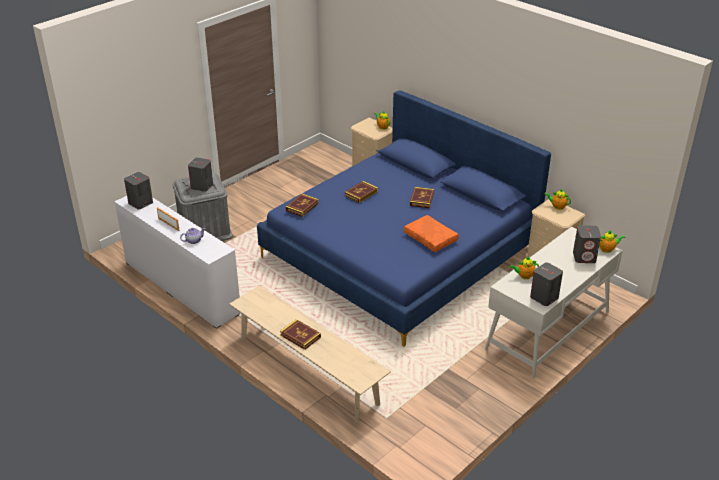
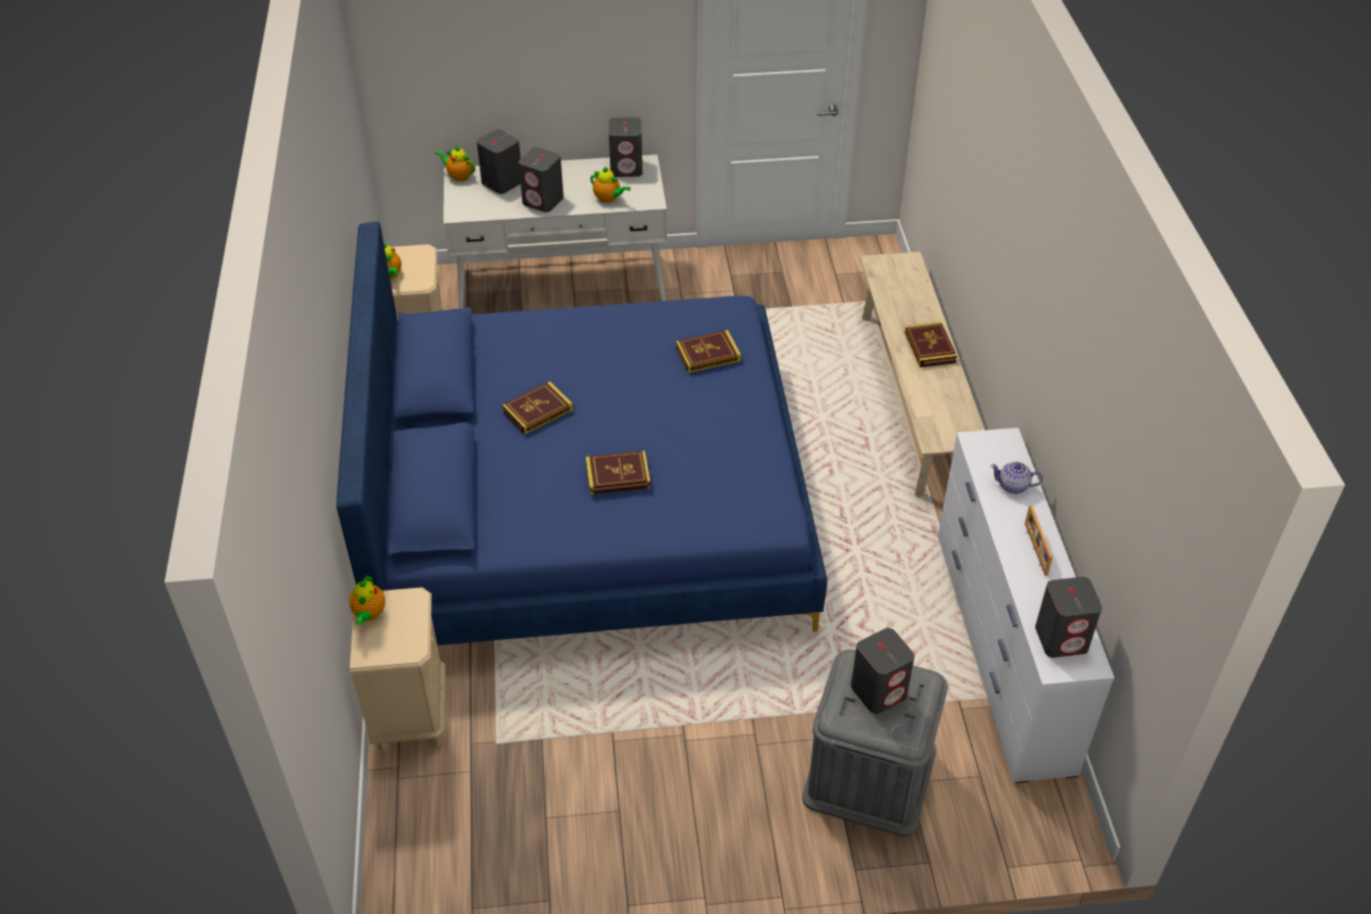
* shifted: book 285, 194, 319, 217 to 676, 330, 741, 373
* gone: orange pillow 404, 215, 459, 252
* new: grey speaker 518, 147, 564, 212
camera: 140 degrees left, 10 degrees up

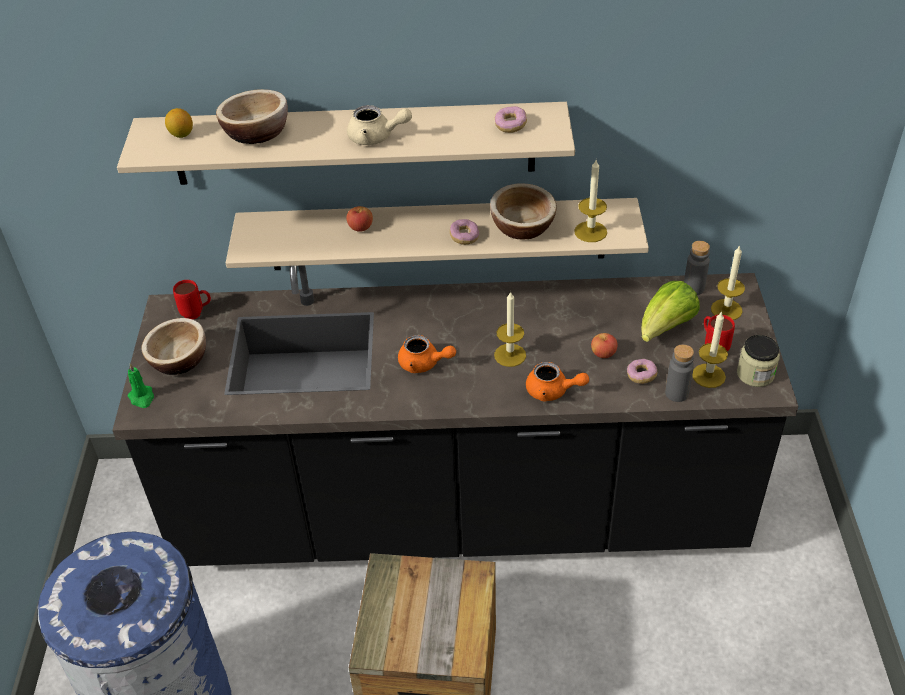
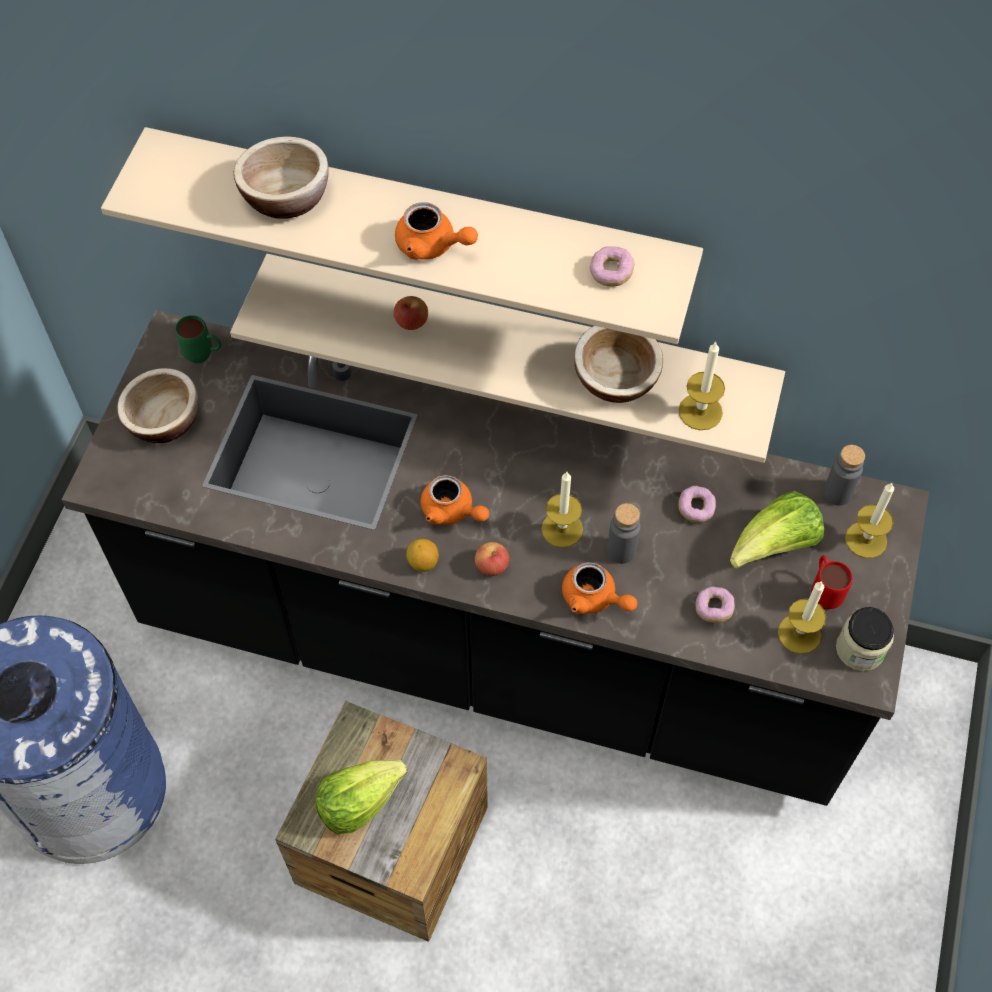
* gone: green candle 127, 363, 154, 408
* shifted: lemon 165, 108, 193, 138 to 406, 539, 439, 572
* repainted: red mug 173, 280, 211, 319 to green mug 175, 315, 221, 363
* repainted: beige teapot 347, 105, 412, 145 to orange teapot 395, 202, 478, 260
* shifted: donut 450, 219, 479, 245 to 678, 486, 716, 523
* shifted: apple 591, 333, 618, 358 to 475, 542, 509, 576
* shifted: grey bottle 665, 344, 694, 402 to 607, 503, 641, 564
* new: lettuce 316, 760, 407, 834
camera: 15 degrees right, 15 degrees up

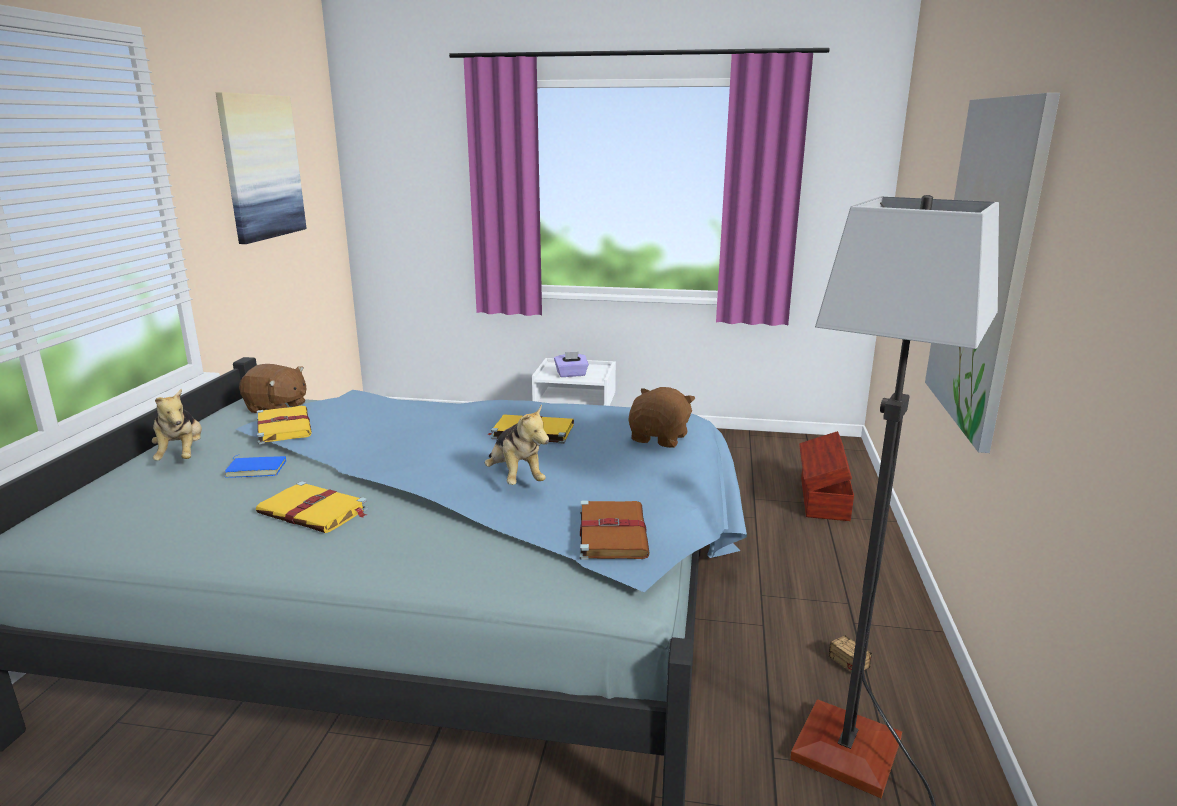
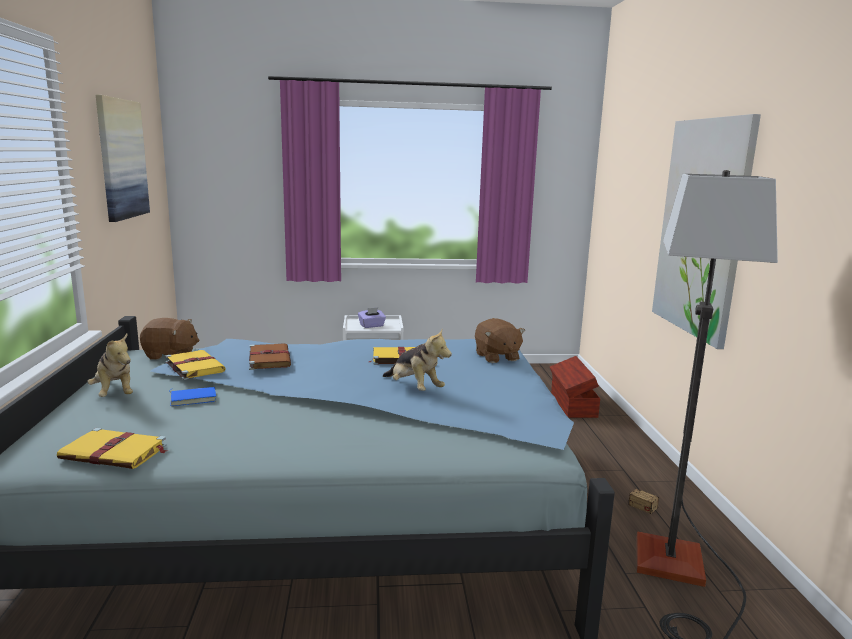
* shifted: yellow book 256, 481, 368, 533 to 57, 428, 167, 469
* shifted: brown book 580, 500, 650, 560 to 249, 343, 291, 370
* rotated: brown plush toy 629, 387, 695, 448 = 475, 318, 525, 363 150 degrees clockwise
camera: 15 degrees left, 5 degrees down

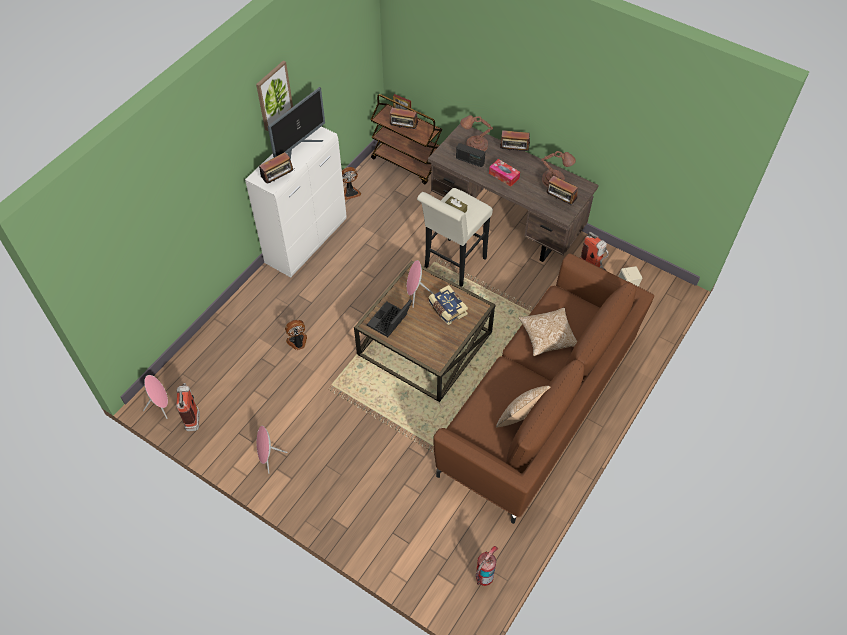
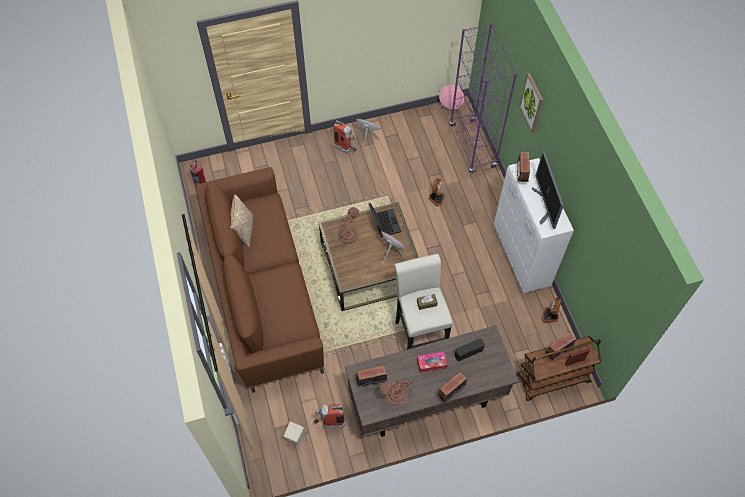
* shifted: fire extinguisher 176, 383, 200, 431 to 334, 120, 357, 154
* shifted: picture 256, 61, 293, 131 to 519, 73, 543, 132
* gone: book 428, 285, 468, 325
* shifted: brown table lamp 460, 115, 493, 151 to 339, 207, 359, 245
* gone: pillow 518, 308, 577, 356
* new: purple bookcase 450, 23, 517, 173
camera: 130 degrees right, 5 degrees up

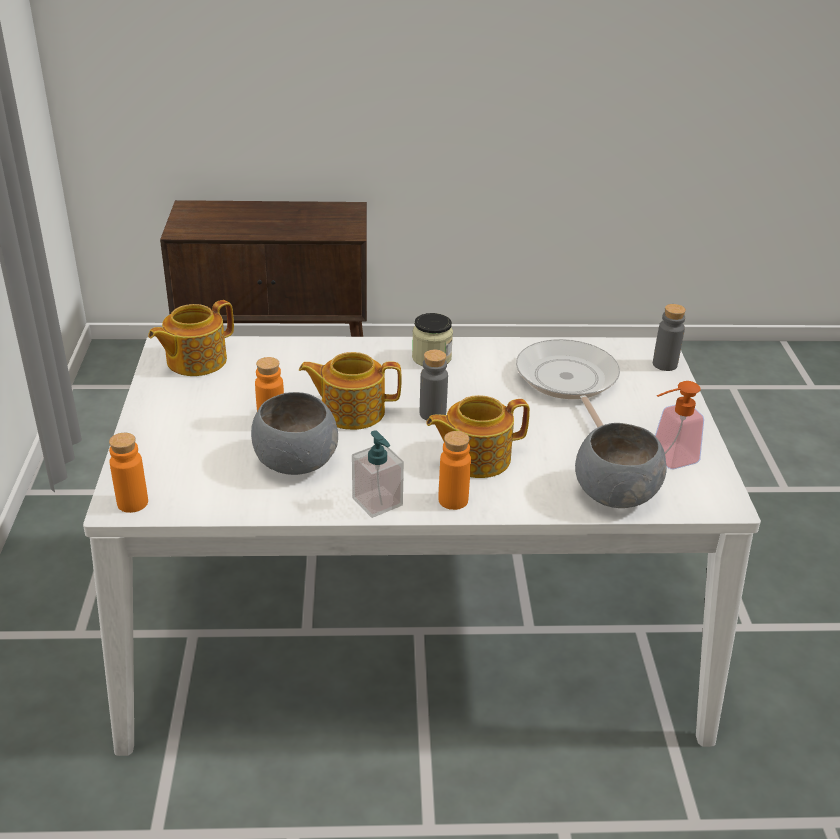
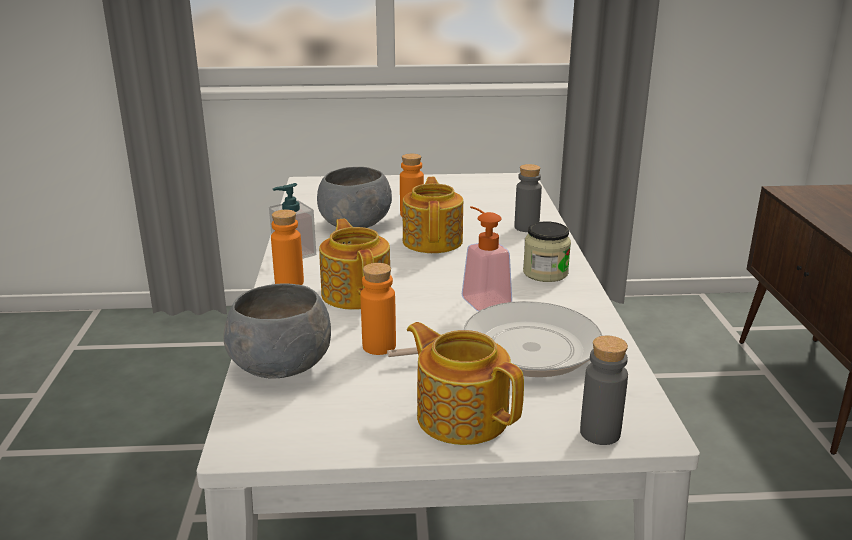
* shifted: orange bottle 109, 433, 148, 513 to 360, 263, 396, 355
* shifted: teapot 148, 300, 234, 376 to 407, 322, 524, 445
* shifted: grey bottle 420, 350, 448, 420 to 514, 164, 542, 232
* shifted: soap dispenser 655, 381, 704, 469 to 462, 206, 512, 311
camera: 90 degrees right, 10 degrees down

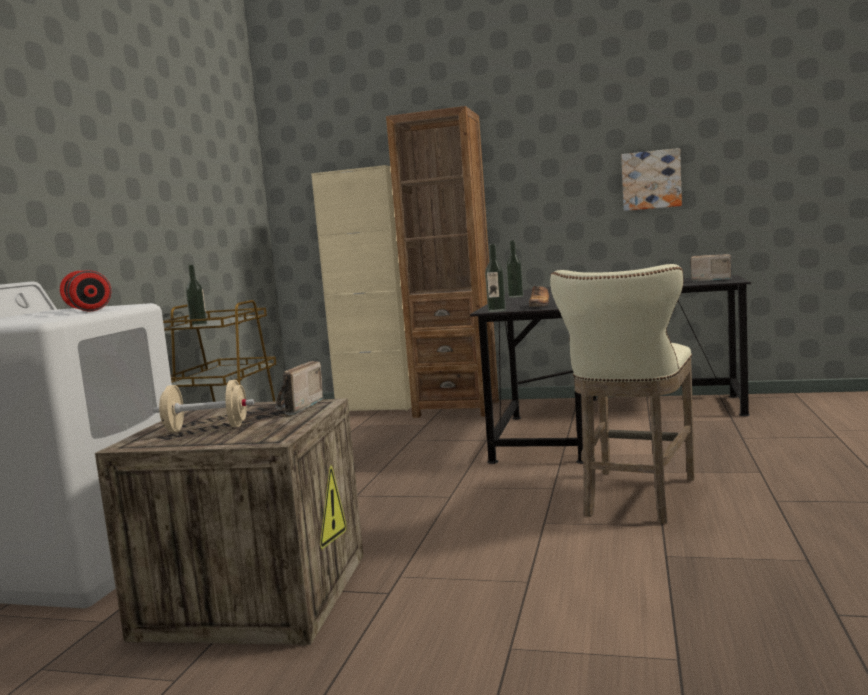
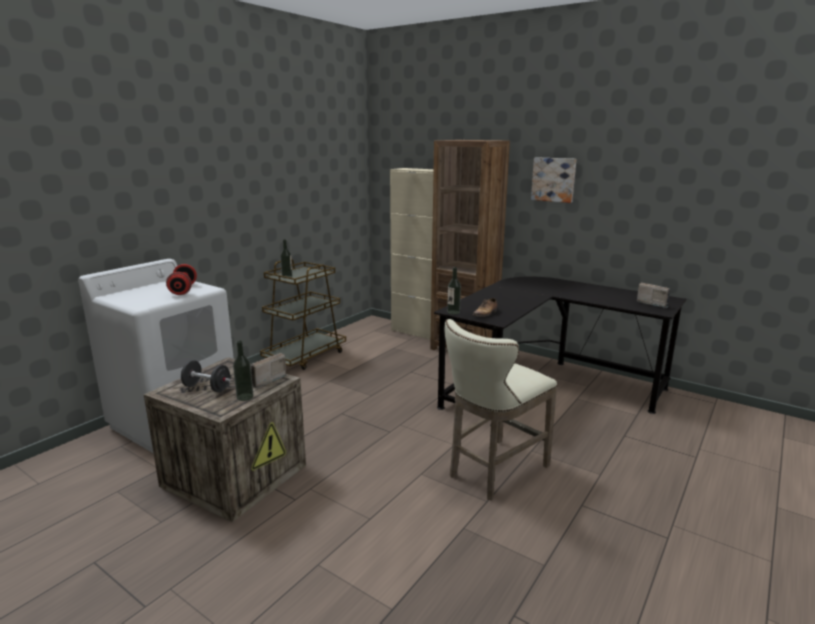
* repainted: beige dumbbell 153, 380, 254, 433 to black dumbbell 181, 360, 230, 392
* shifted: bottle 506, 240, 524, 298 to 233, 341, 254, 401
* shifted: picture 621, 148, 682, 211 to 531, 157, 577, 203
camera: 20 degrees right, 10 degrees up

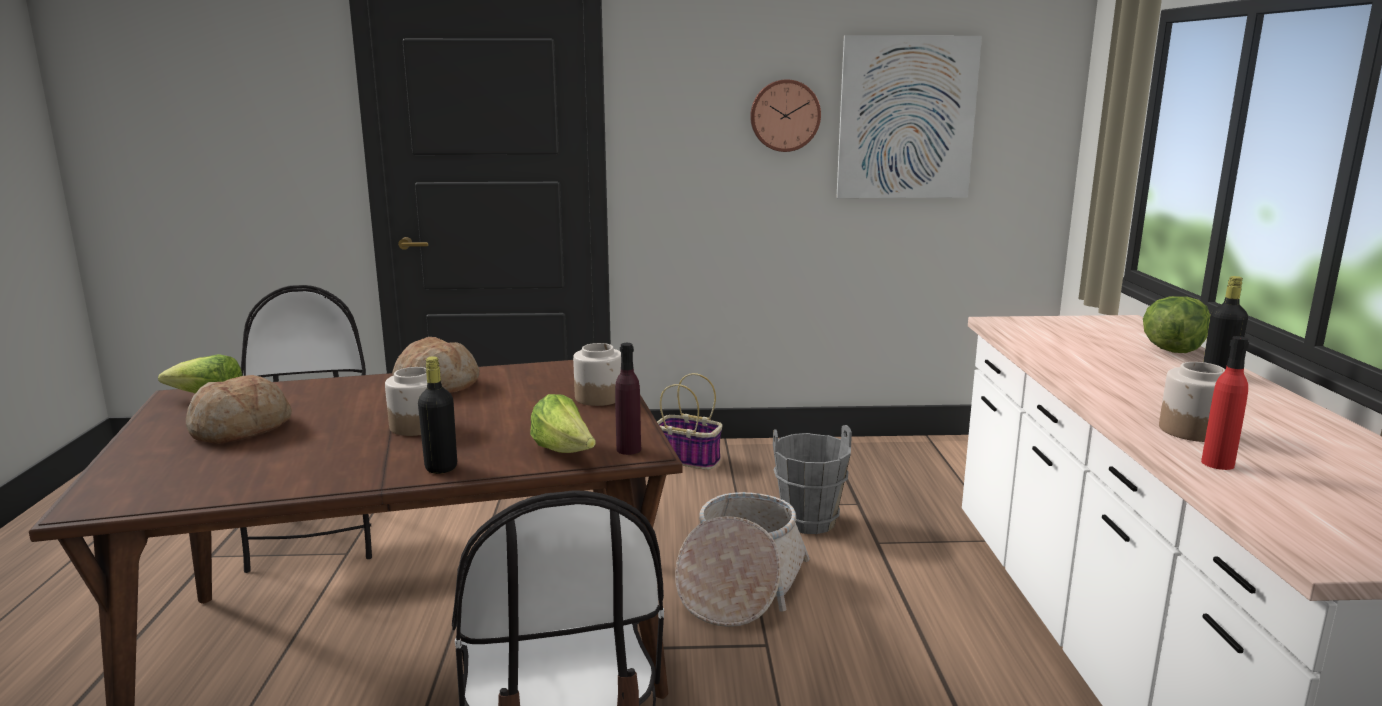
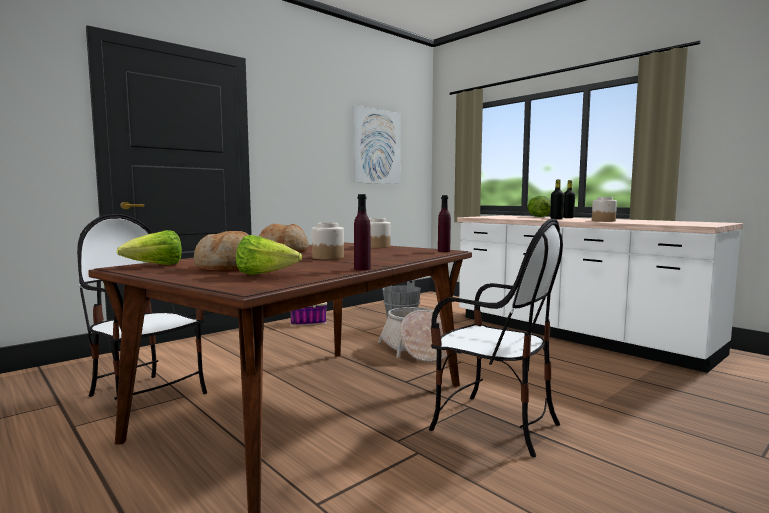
* shifted: black bottle 418, 356, 457, 474 to 550, 179, 564, 219
* shifted: lettuce 530, 394, 596, 453 to 236, 235, 302, 275
* gone: wall clock 750, 79, 821, 152
* gone: red bottle 1201, 336, 1249, 470
* new: purple bottle 354, 194, 371, 271
camera: 40 degrees left, 10 degrees down

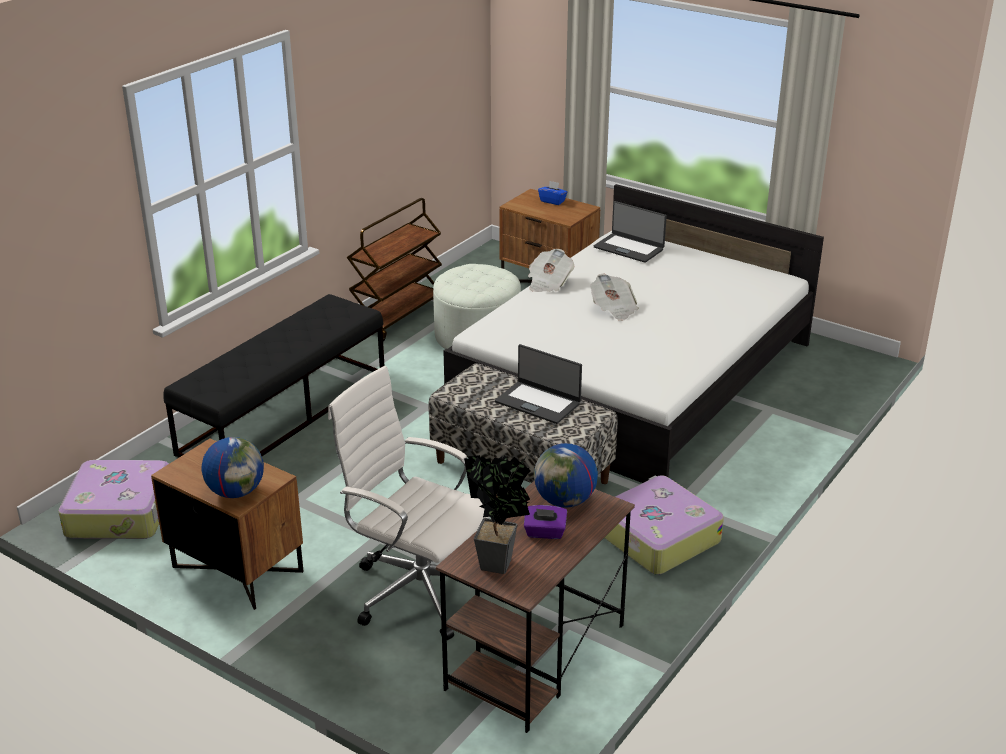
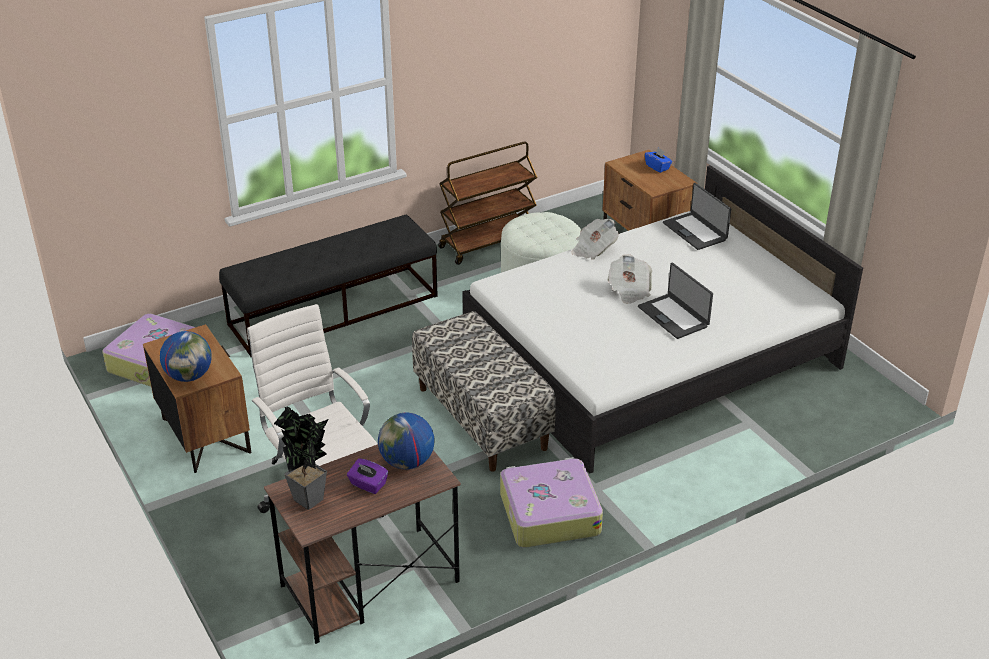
* shifted: laptop 495, 344, 582, 424 to 638, 263, 713, 339
camera: 25 degrees right, 5 degrees up

